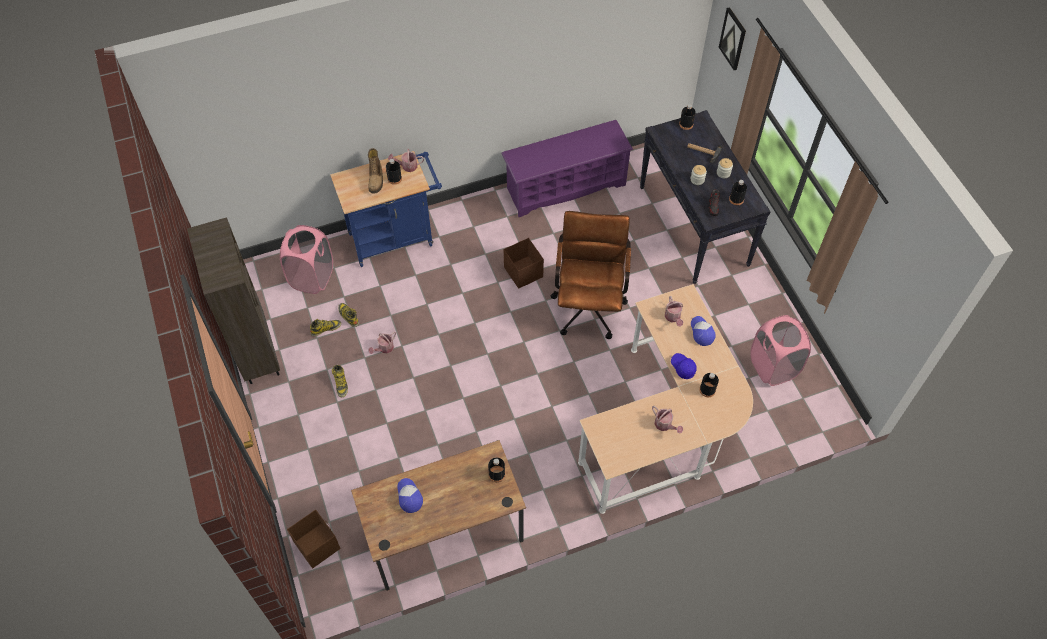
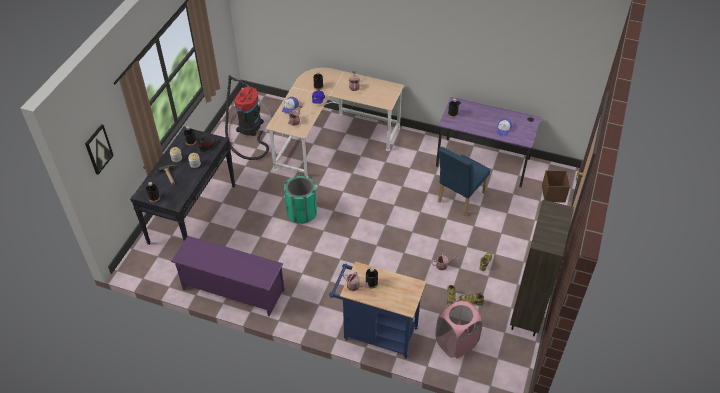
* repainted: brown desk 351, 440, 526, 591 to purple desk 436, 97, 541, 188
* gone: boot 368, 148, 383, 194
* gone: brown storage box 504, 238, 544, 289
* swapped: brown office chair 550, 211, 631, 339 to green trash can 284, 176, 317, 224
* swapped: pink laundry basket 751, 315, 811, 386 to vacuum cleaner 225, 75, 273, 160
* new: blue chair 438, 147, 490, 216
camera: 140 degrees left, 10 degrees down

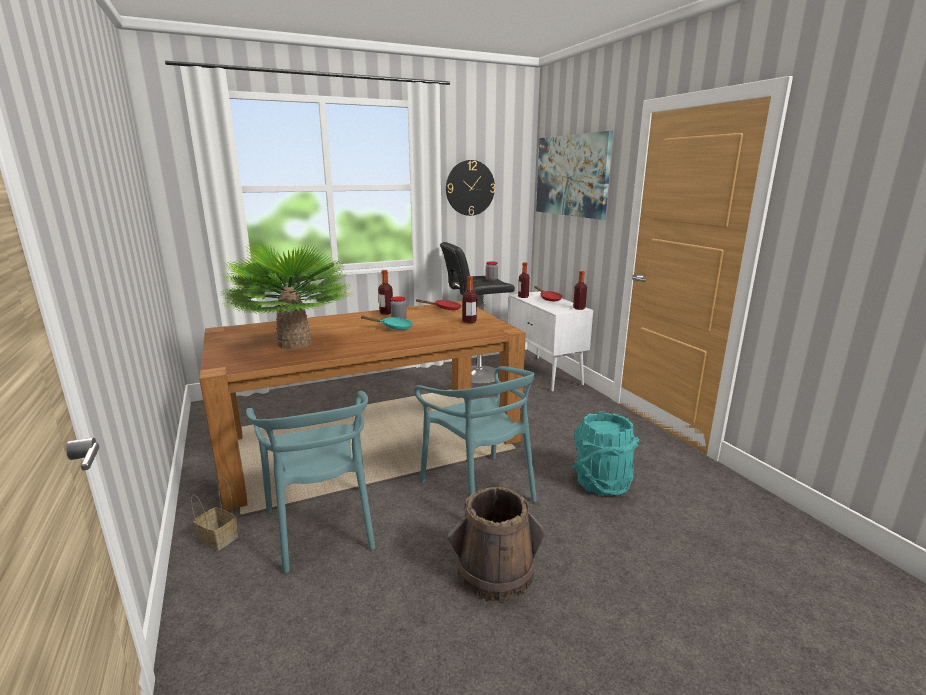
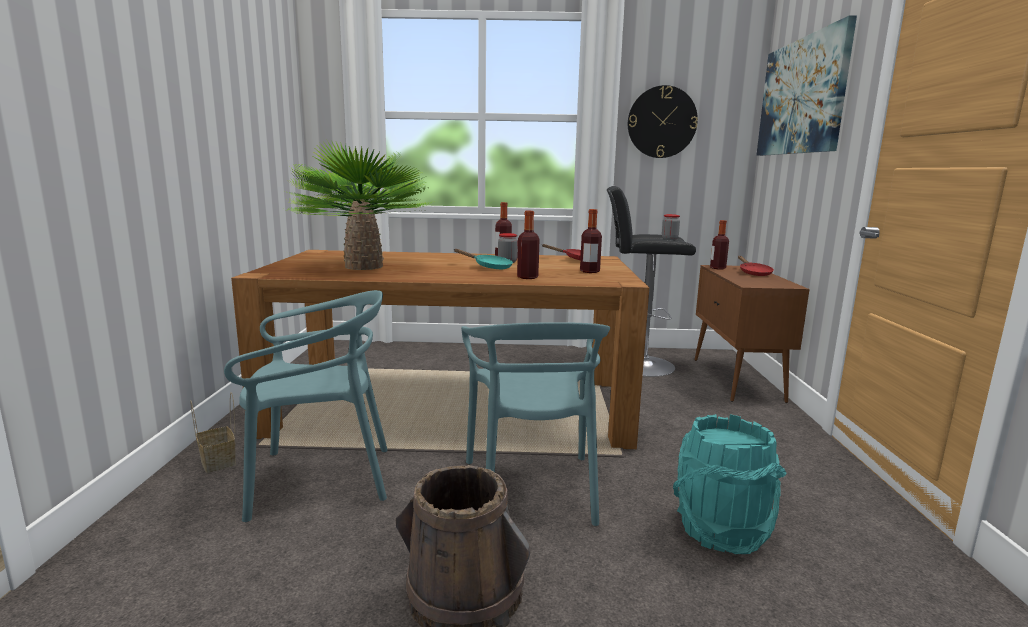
* rotated: turquoise chair 246, 391, 375, 573 = 224, 290, 388, 522 105 degrees counterclockwise
* repainted: white cabinet 508, 291, 593, 392 to brown cabinet 694, 265, 809, 403
* shifted: bottle 573, 271, 587, 310 to 517, 211, 539, 279
camera: 25 degrees right, 5 degrees down

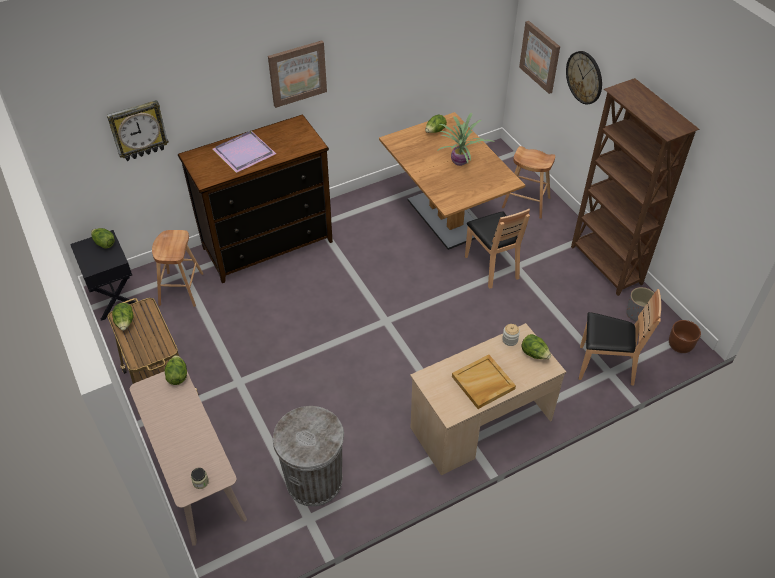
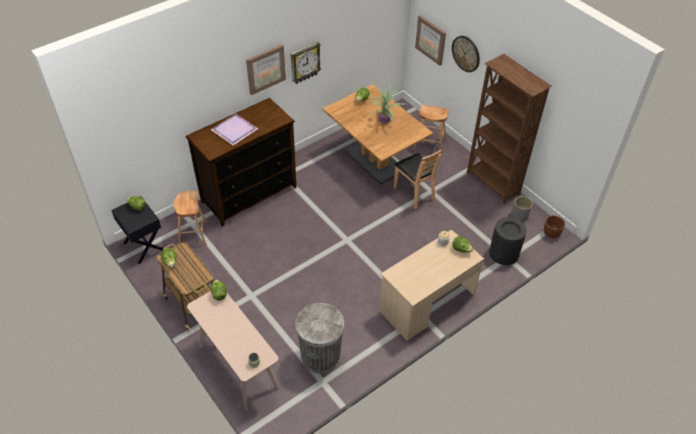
* shifted: wall clock 107, 100, 169, 161 to 291, 42, 321, 84
* gone: beige tray 452, 354, 516, 409
* swapped: brown chair 579, 289, 661, 386 to black trash can 489, 217, 526, 265
camera: 10 degrees left, 0 degrees up

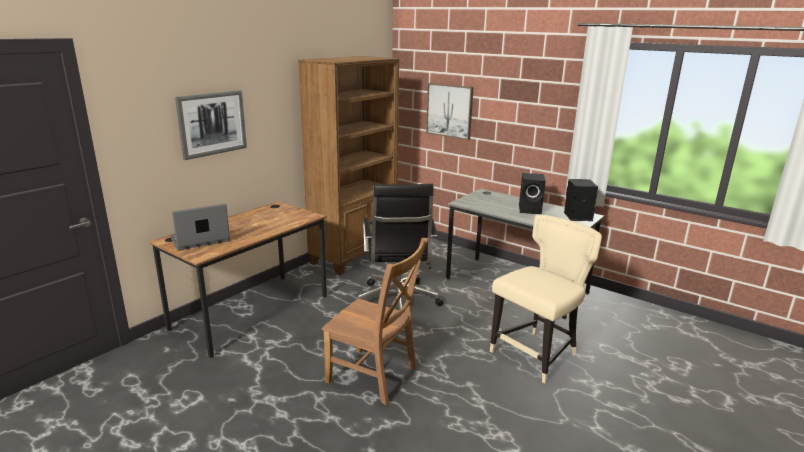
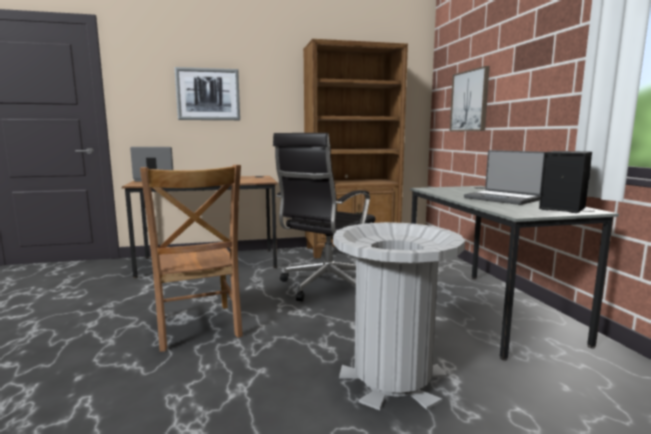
* swapped: beige chair 490, 214, 602, 384 to grey trash can 333, 222, 465, 410
* swapped: black speaker 519, 173, 546, 214 to laptop 464, 150, 545, 205
camera: 40 degrees right, 10 degrees down

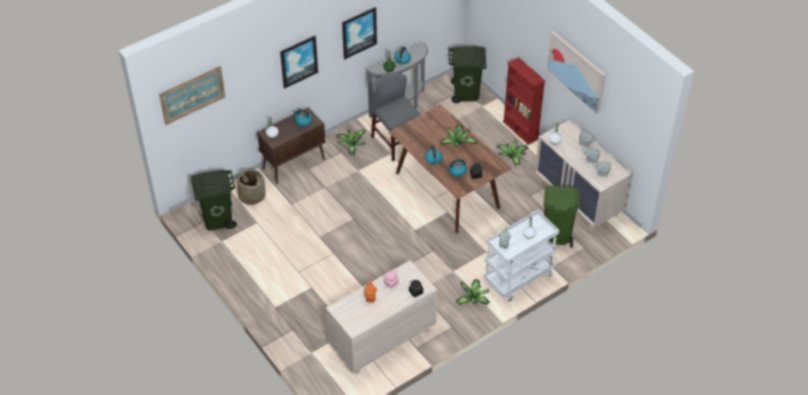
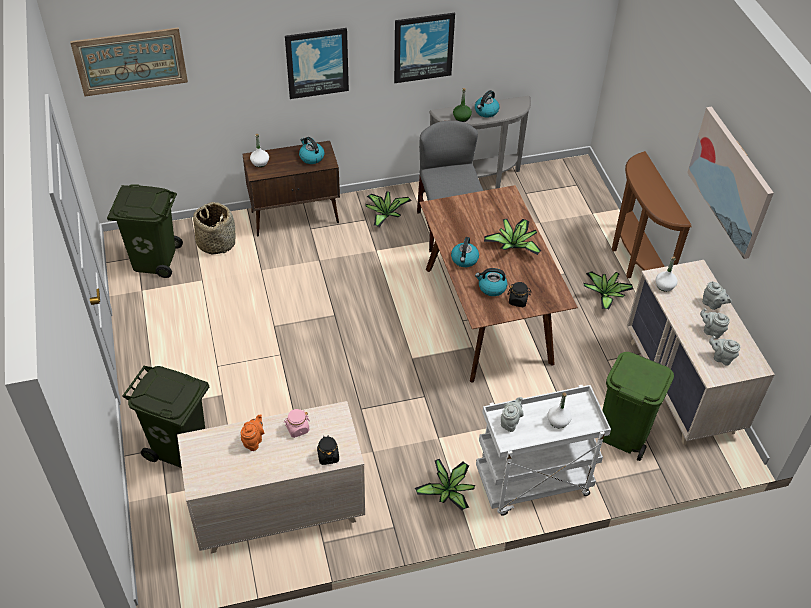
* shifted: green trash can 448, 46, 486, 103 to 122, 366, 209, 468
* swapped: red bookcase 503, 57, 545, 145 to brown console table 612, 151, 691, 278
camera: 20 degrees right, 0 degrees up

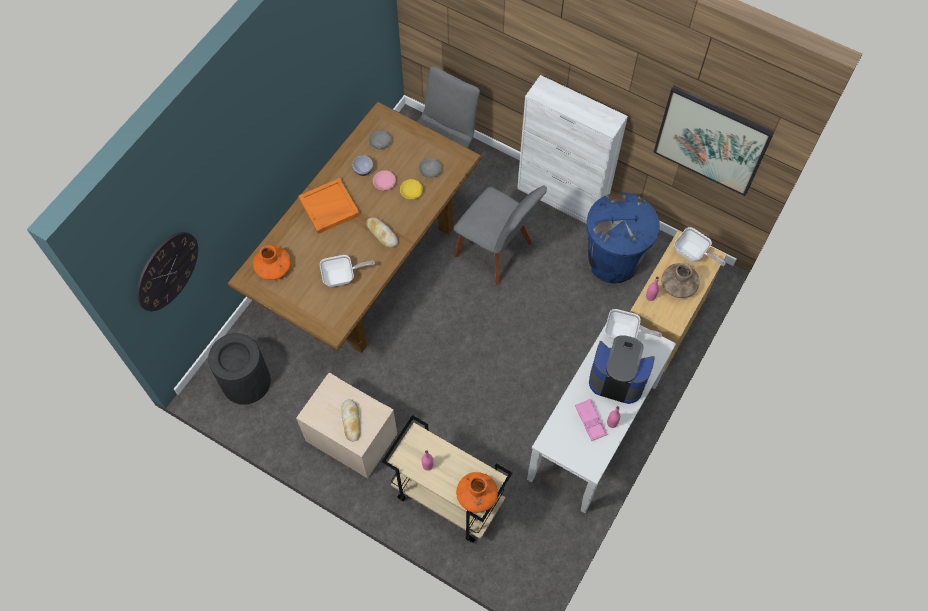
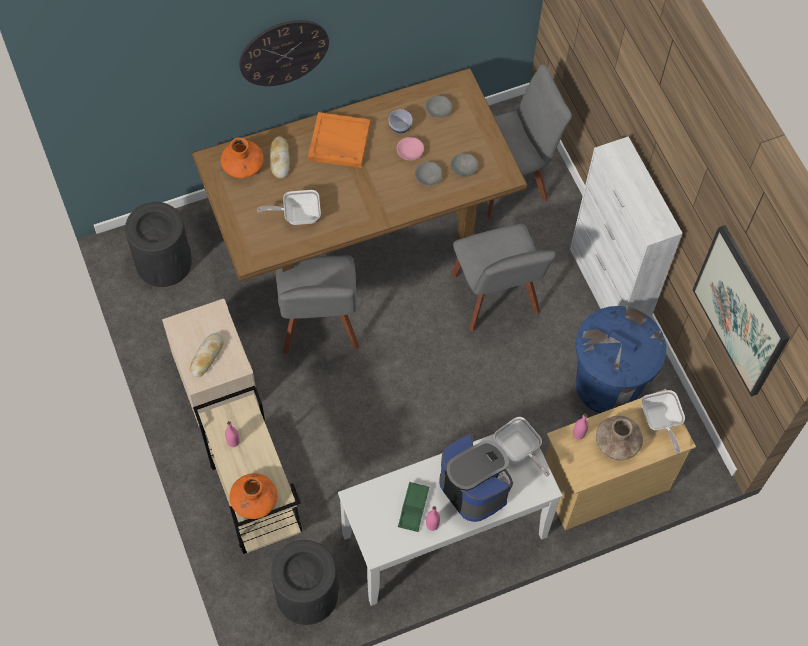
* shifted: wall clock 137, 232, 198, 311 to 239, 20, 329, 86
* rotated: frying pan 320, 255, 375, 287 = 257, 190, 321, 225 150 degrees clockwise
* shifted: bread 366, 217, 398, 248 to 270, 137, 290, 179
* repainted: yellow bowl 400, 179, 423, 199 to grey bowl 415, 162, 443, 186
* repainted: pink tray 575, 399, 607, 441 to green tray 398, 482, 429, 532
* new: black trash can 271, 540, 339, 625
* new: grey chair 276, 255, 359, 354
camera: 35 degrees right, 0 degrees up

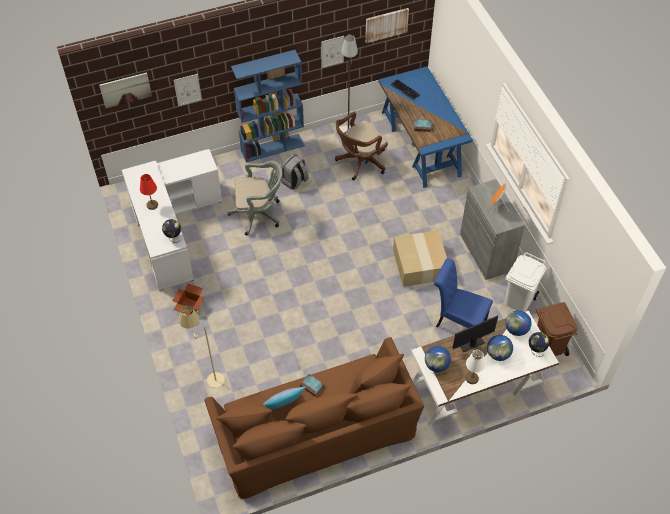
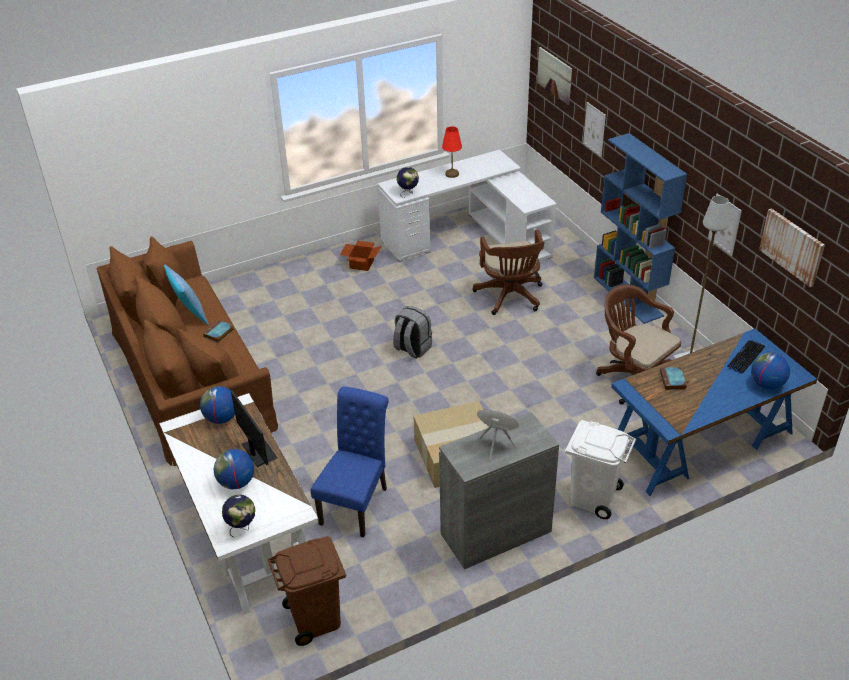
* gone: beige floor lamp 178, 305, 225, 388
* repainted: grey office chair 227, 161, 282, 236 to brown office chair 473, 230, 544, 315
* shifted: grey backpack 281, 154, 308, 190 to 393, 306, 432, 359
* gone: white table lamp 466, 350, 485, 384
* shifted: white trash can 505, 252, 546, 312 to 565, 420, 636, 519
* shifted: globe 505, 310, 532, 336 to 751, 353, 790, 389
camera: 85 degrees right, 15 degrees down

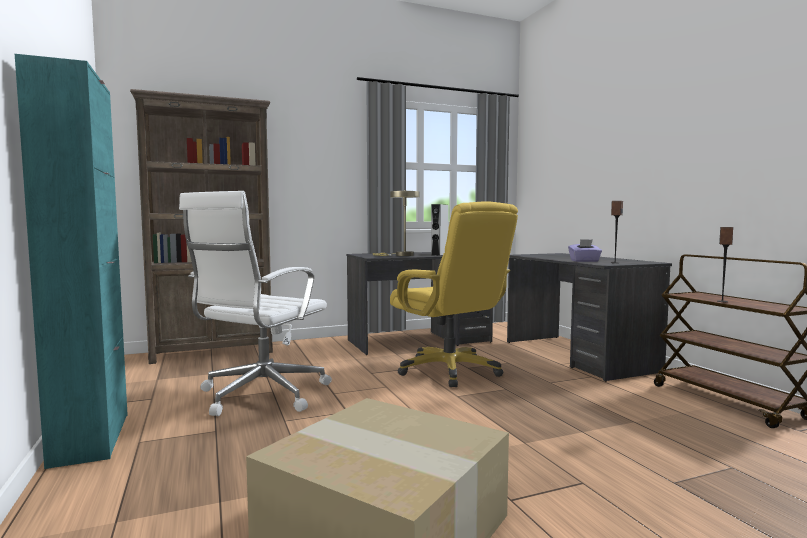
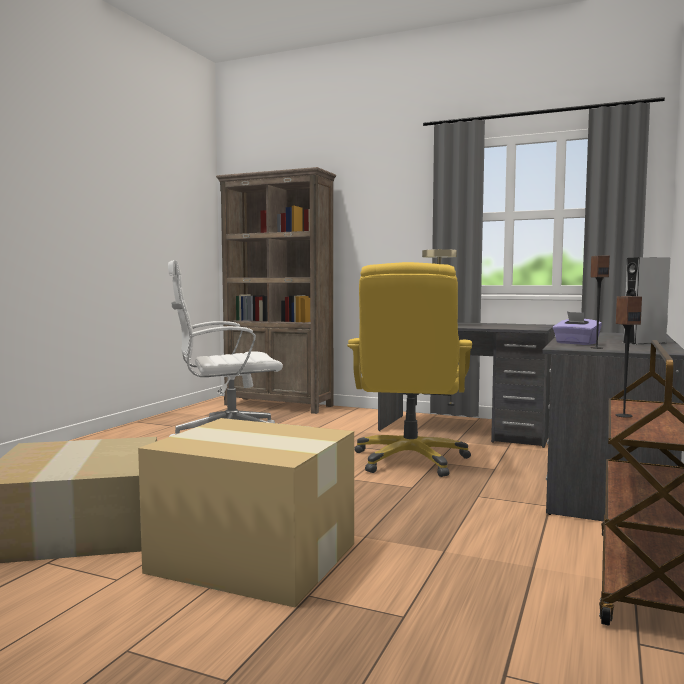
* gone: turquoise cabinet 15, 54, 128, 469
* shifted: grey speaker 431, 204, 449, 256 to 623, 257, 670, 345
* new: cardboard box 138, 418, 354, 607
camera: 45 degrees right, 0 degrees up

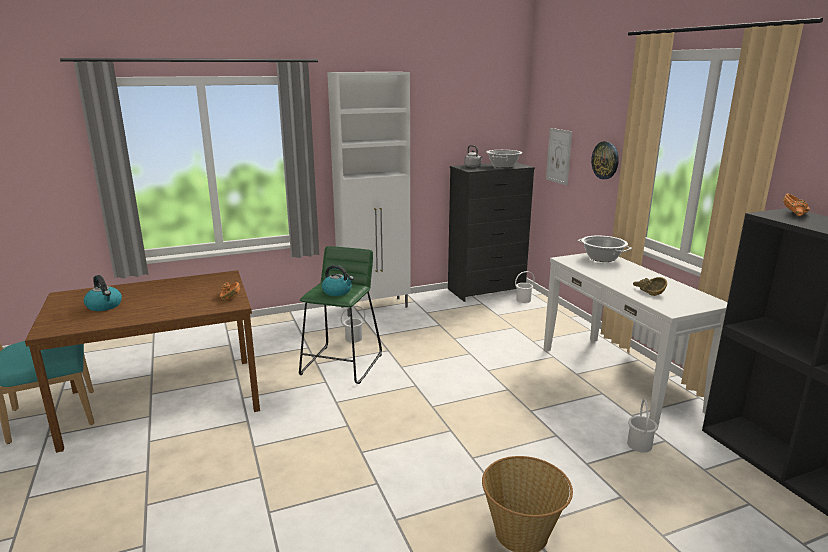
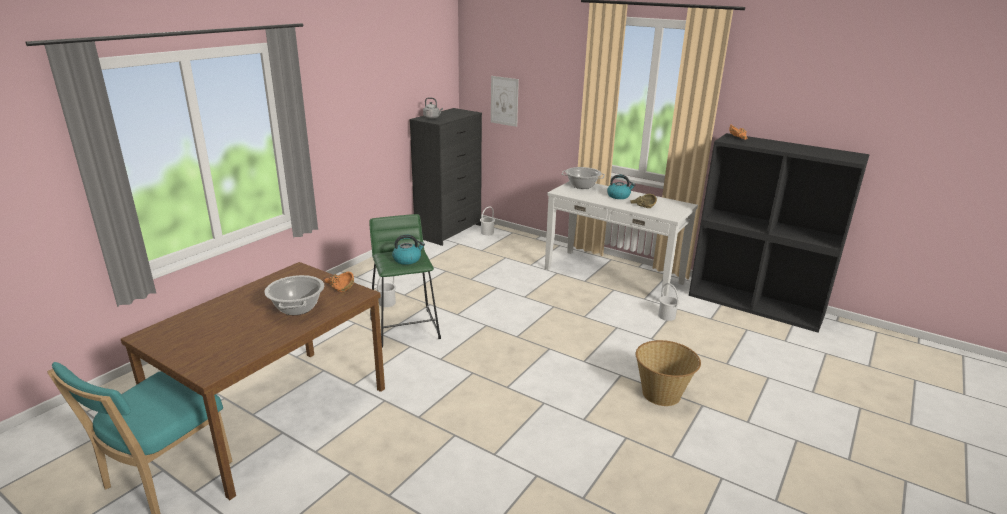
* shifted: kettle 84, 275, 122, 311 to 607, 175, 635, 199
* gone: white cabinet 327, 72, 411, 317
* shifted: cooking pot 486, 150, 522, 168 to 264, 275, 324, 315
* gone: wall clock 591, 141, 619, 179
camera: 35 degrees left, 5 degrees up

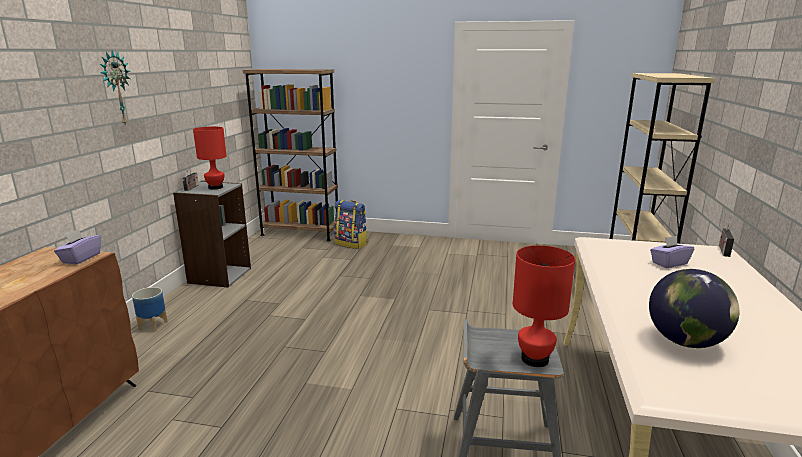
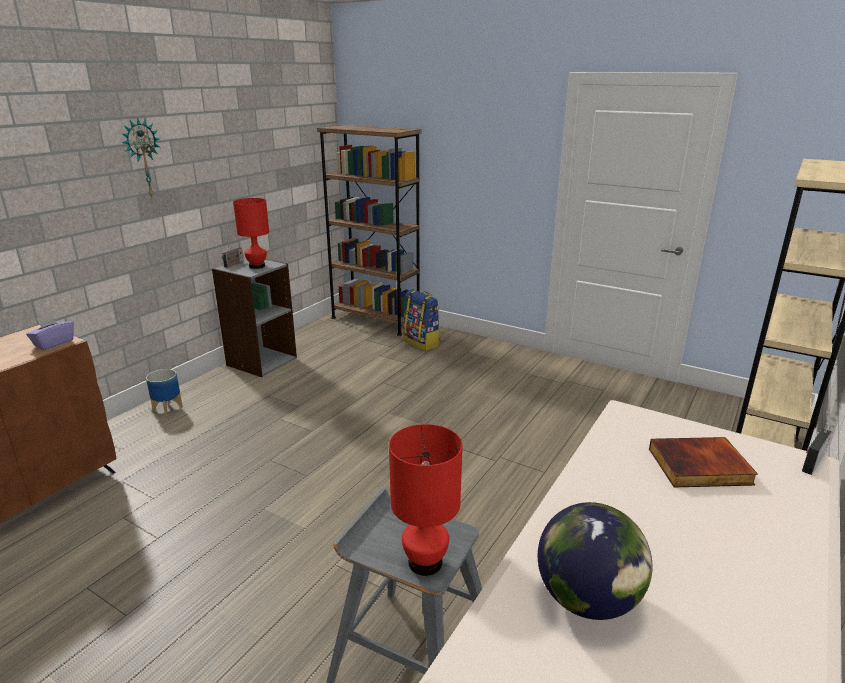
* swapped: purple tissue box 650, 236, 694, 268 to book 649, 437, 758, 487
camera: 20 degrees right, 5 degrees up

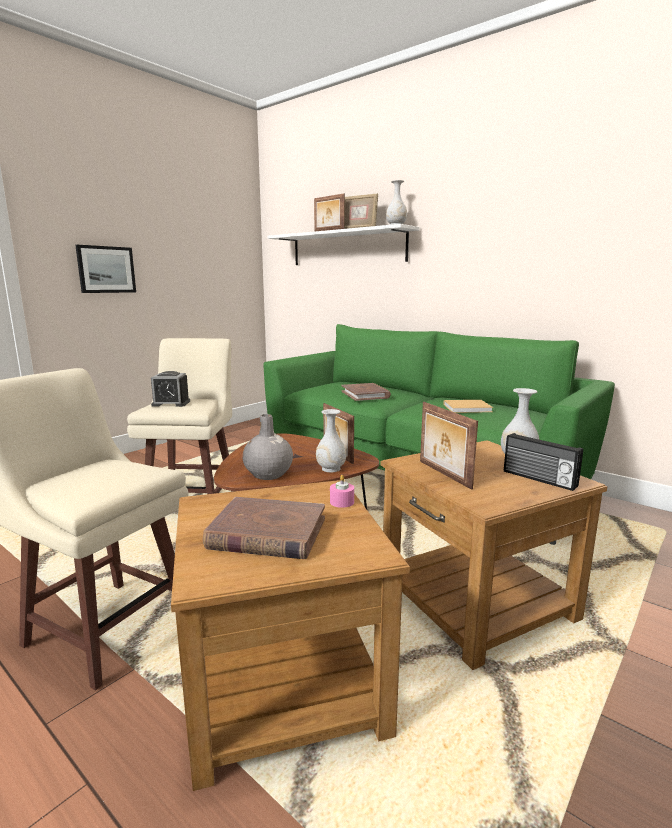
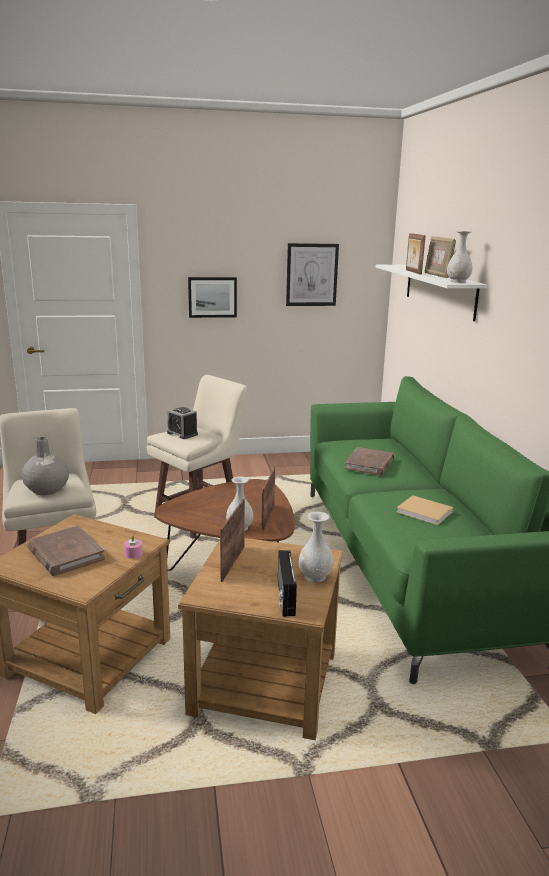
* shifted: grey vase 242, 414, 293, 480 to 21, 437, 69, 495
* new: picture 286, 243, 339, 306
camera: 40 degrees right, 5 degrees up

